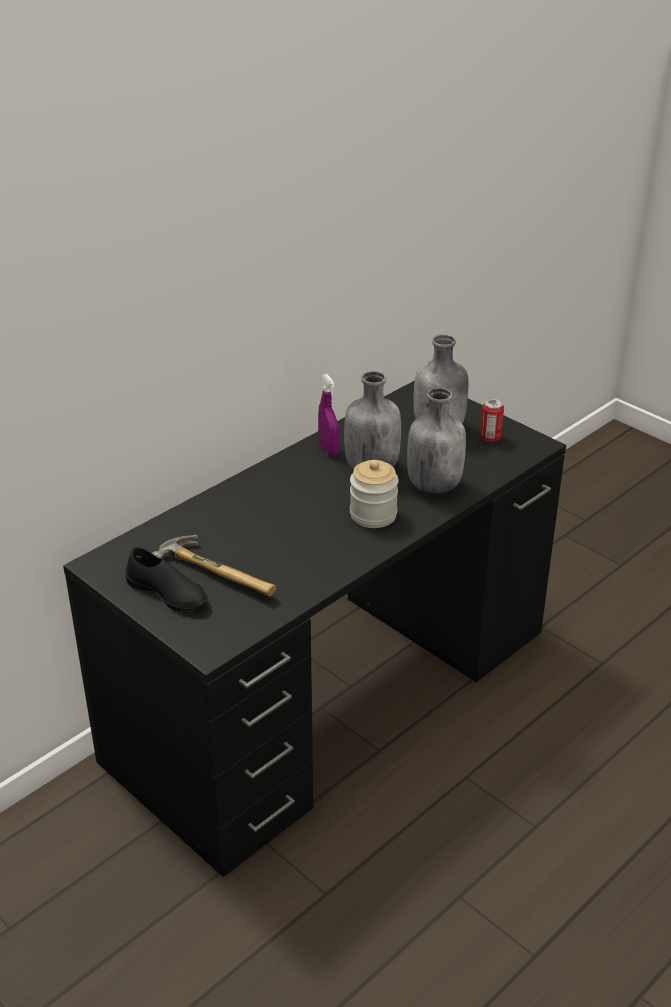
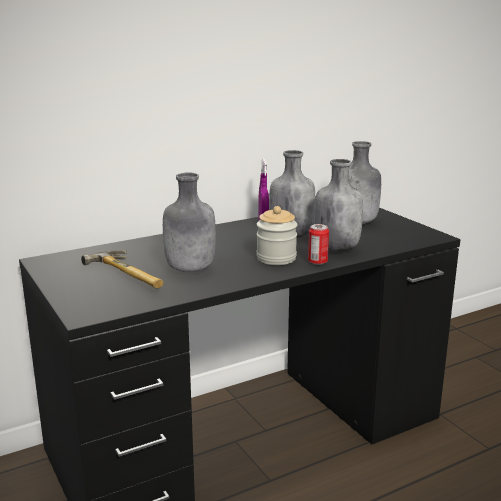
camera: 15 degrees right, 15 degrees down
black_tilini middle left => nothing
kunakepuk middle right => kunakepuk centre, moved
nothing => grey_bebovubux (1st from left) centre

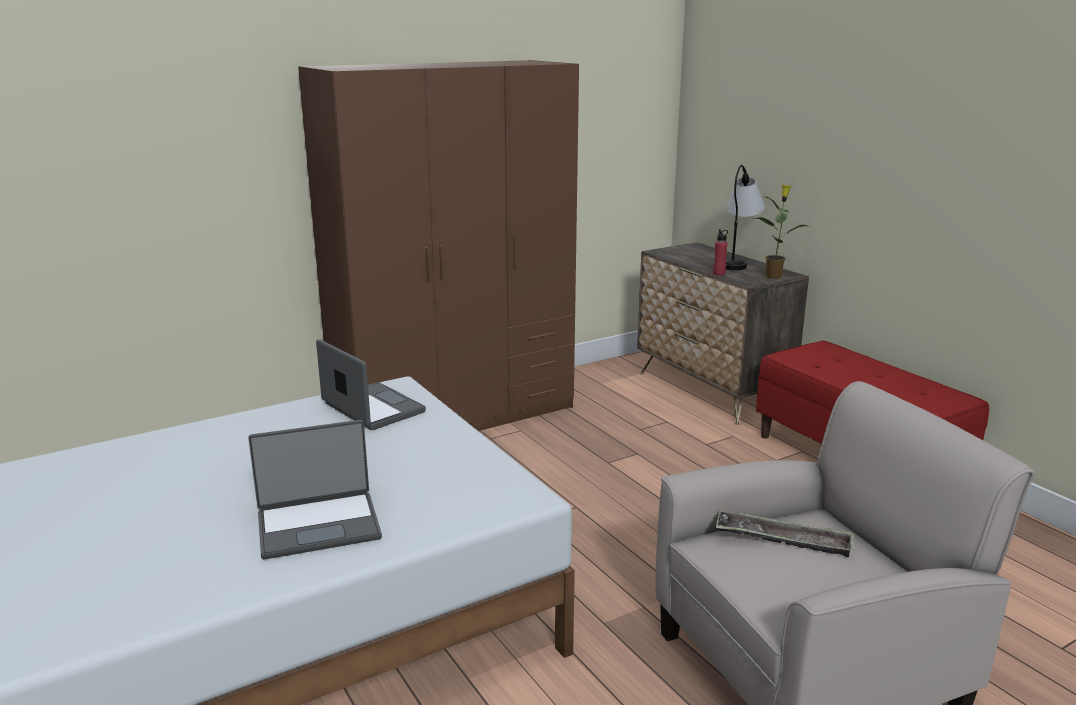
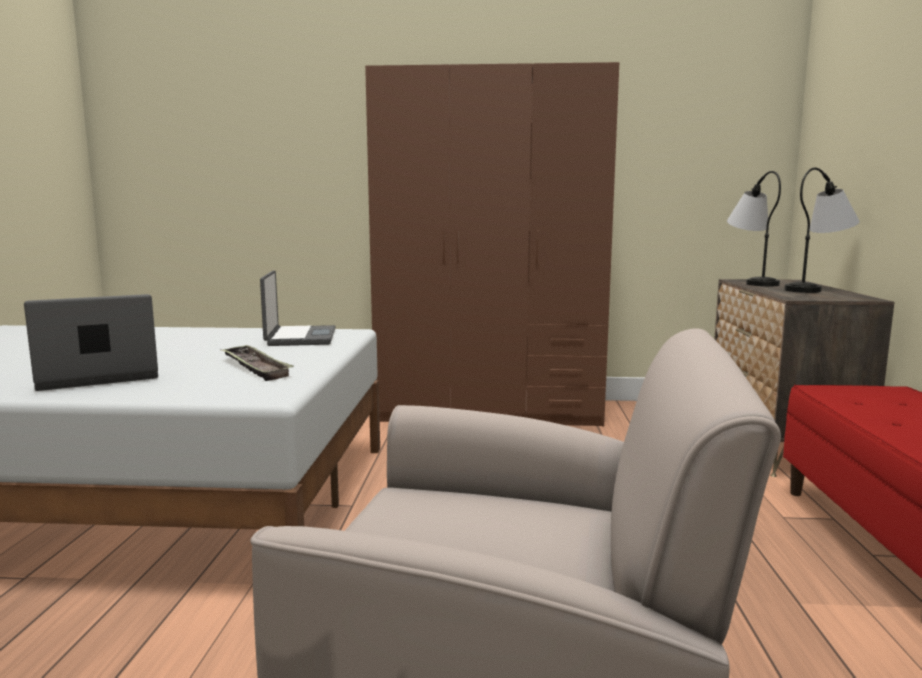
camera: 35 degrees right, 10 degrees down
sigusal (1st from left) bottom left => sigusal (1st from left) middle left, 135 degrees clockwise
red_bebovubux middle right => nothing
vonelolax bottom right => vonelolax middle left, moved
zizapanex top right => nothing
nothing => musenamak (1st from left) middle right

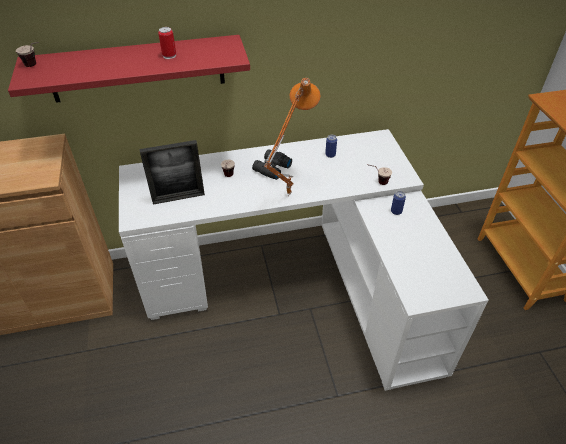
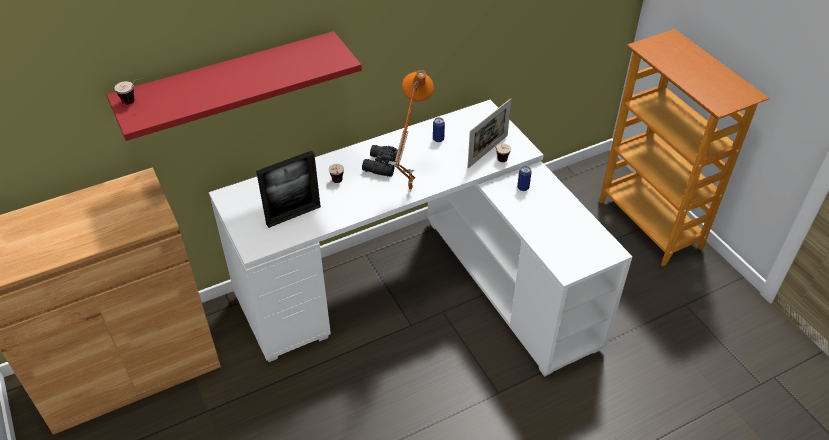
camera: 15 degrees left, 0 degrees up
kunakepuk (1st from left) top left => nothing
nothing => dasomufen (2nd from left) top centre

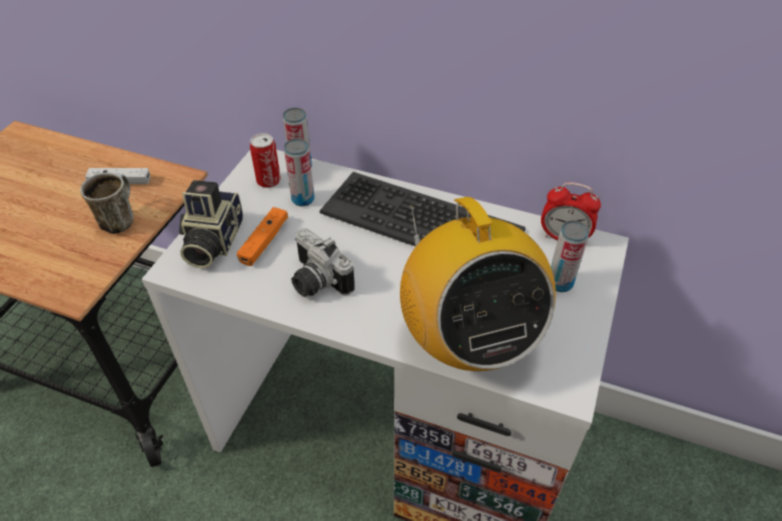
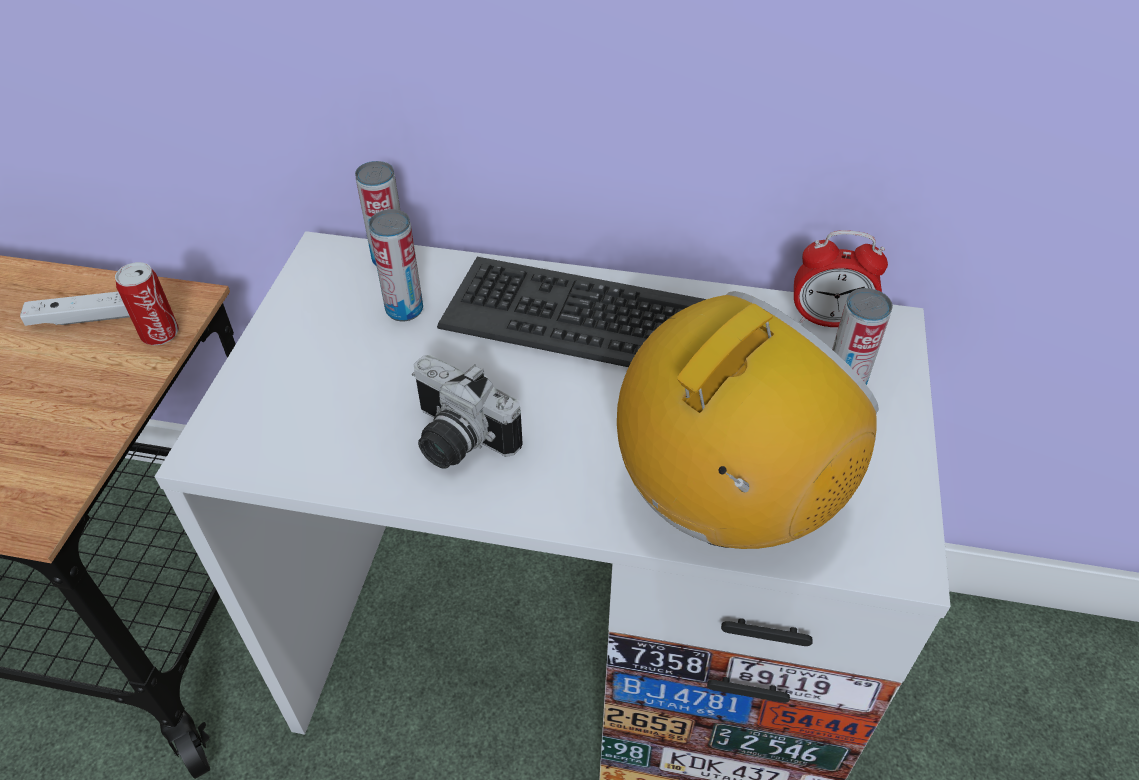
camera: 10 degrees left, 0 degrees up
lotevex middle left => nothing
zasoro (1st from left) middle left => nothing
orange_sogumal centre => nothing
kunakepuk (1st from left) top centre => kunakepuk (1st from left) middle left, moved
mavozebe centre, 105 degrees counterclockwise

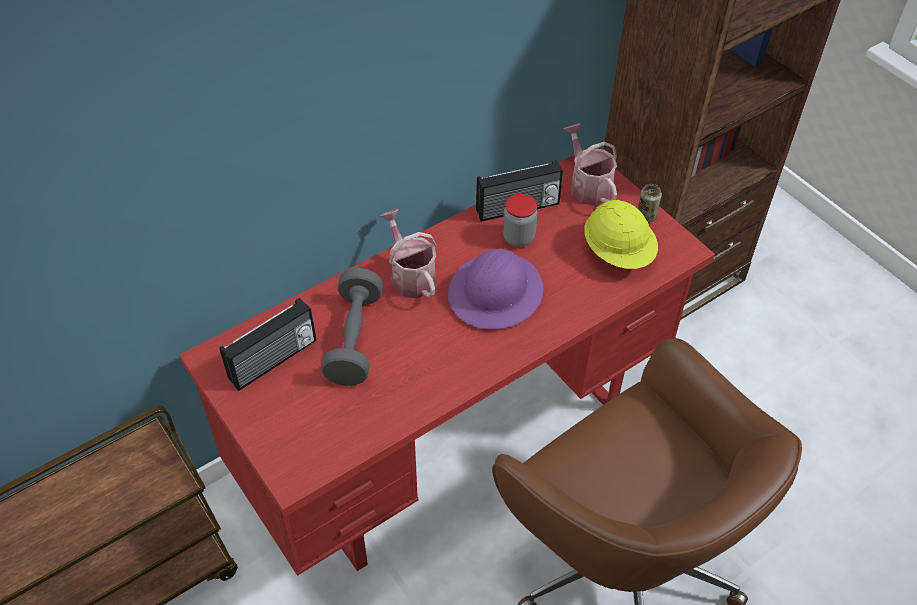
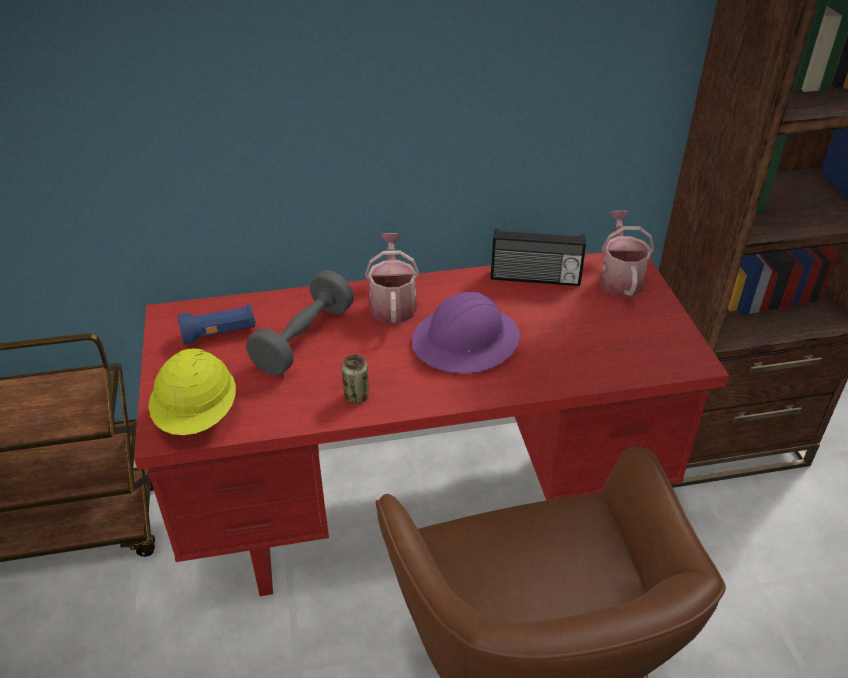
camera: 25 degrees right, 10 degrees down
mavozebe (1st from left) middle left => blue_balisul middle left
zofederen centre => nothing
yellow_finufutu middle right => yellow_finufutu middle left, moved
kunakepuk middle right => kunakepuk centre, moved

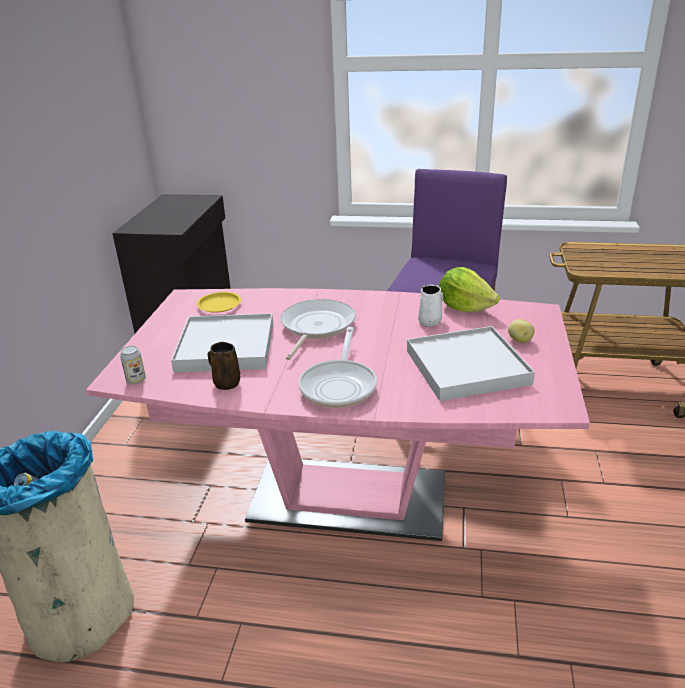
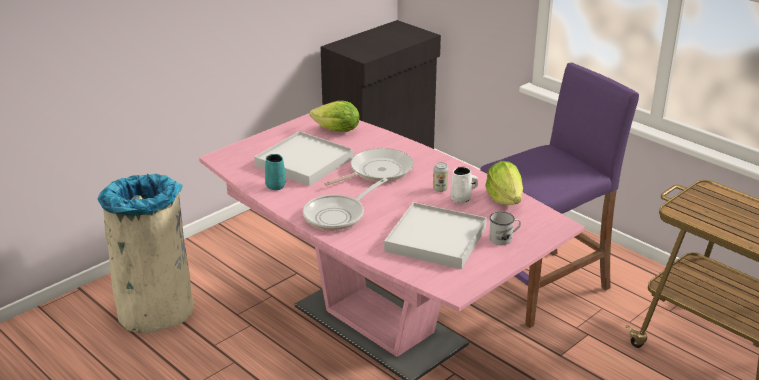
camera: 35 degrees right, 0 degrees up
kunakepuk middle left => kunakepuk centre, moved
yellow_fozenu middle left => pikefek (1st from left) top centre
brown_lotevex middle left => turquoise_lotevex centre
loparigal middle right => white_lotevex (2nd from left) centre

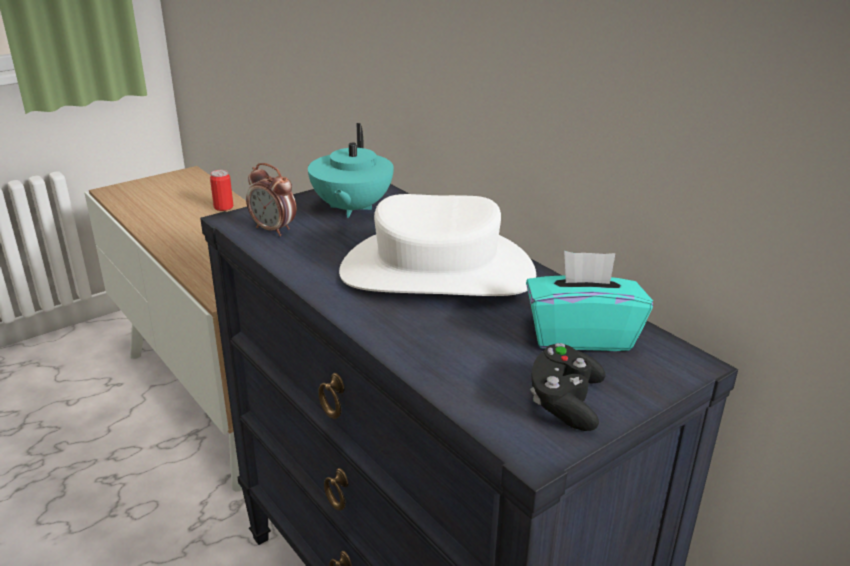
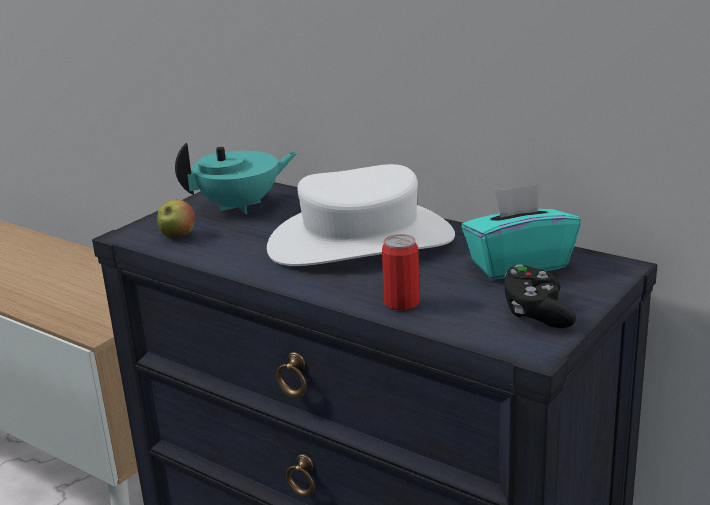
camera: 15 degrees left, 5 degrees down
kunakepuk middle left => kunakepuk centre, moved
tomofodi middle left => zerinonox middle left
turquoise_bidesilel top centre => turquoise_bidesilel middle left, 105 degrees counterclockwise

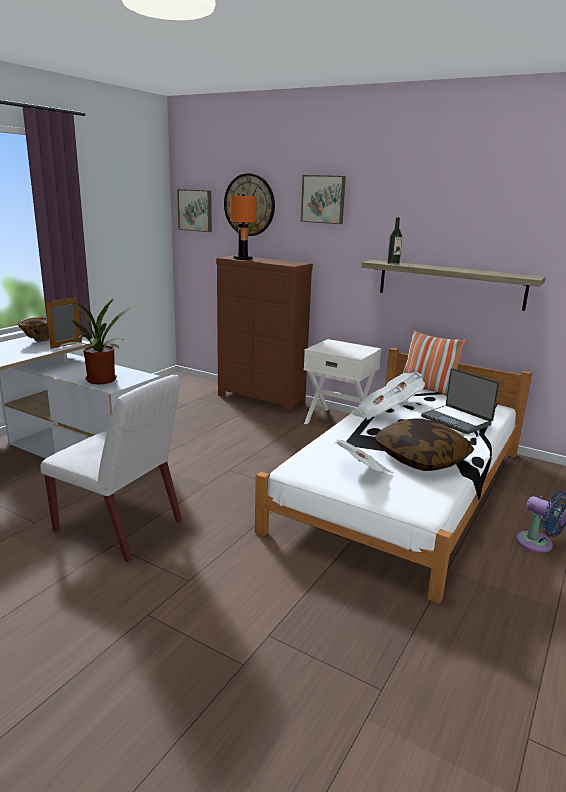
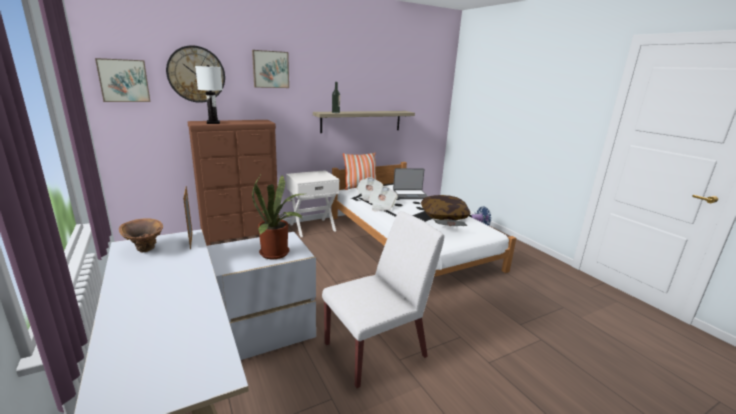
camera: 60 degrees left, 0 degrees up
orange_musenamak top centre => white_musenamak top left

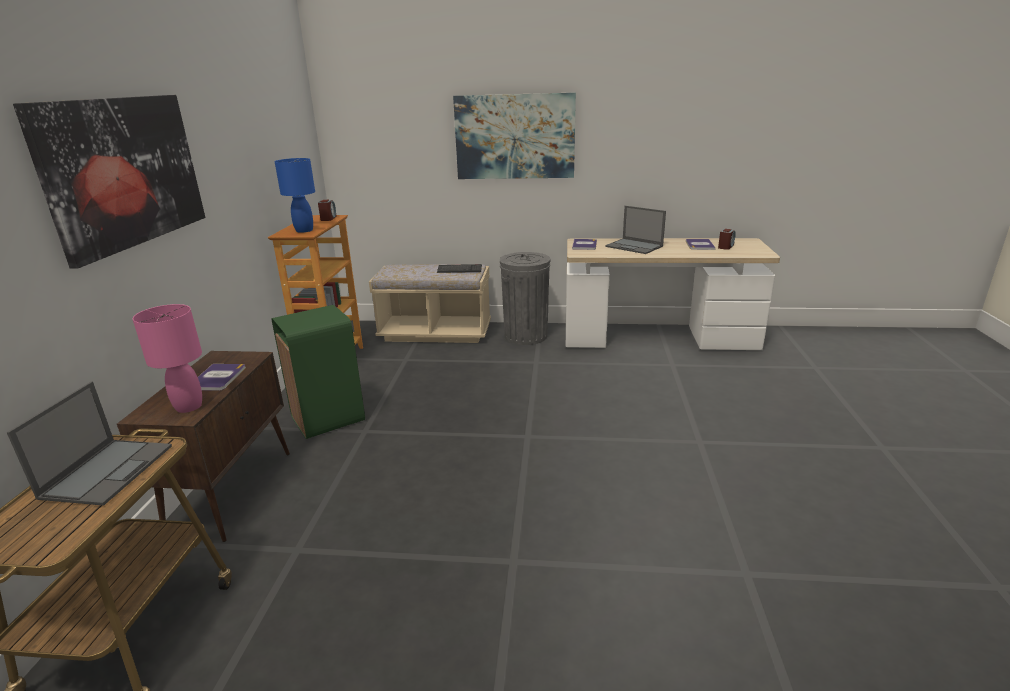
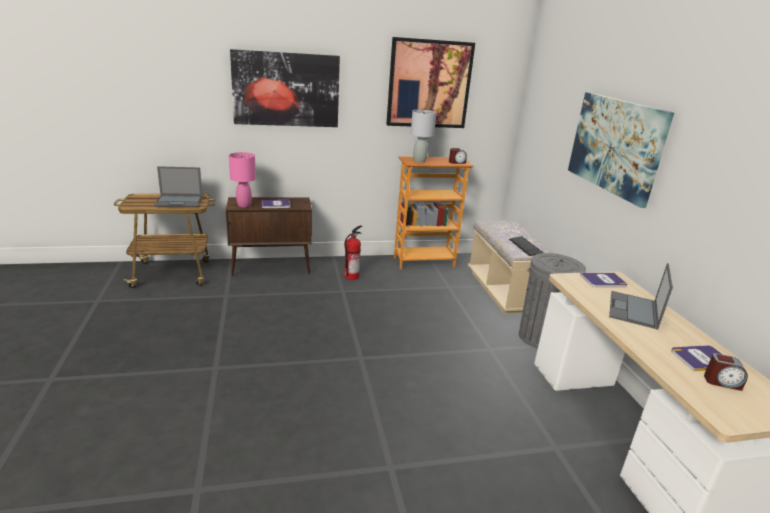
camera: 70 degrees right, 0 degrees up
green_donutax middle left => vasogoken centre
blue_musenamak top left => grey_musenamak top centre
nothing => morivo (2nd from left) top centre

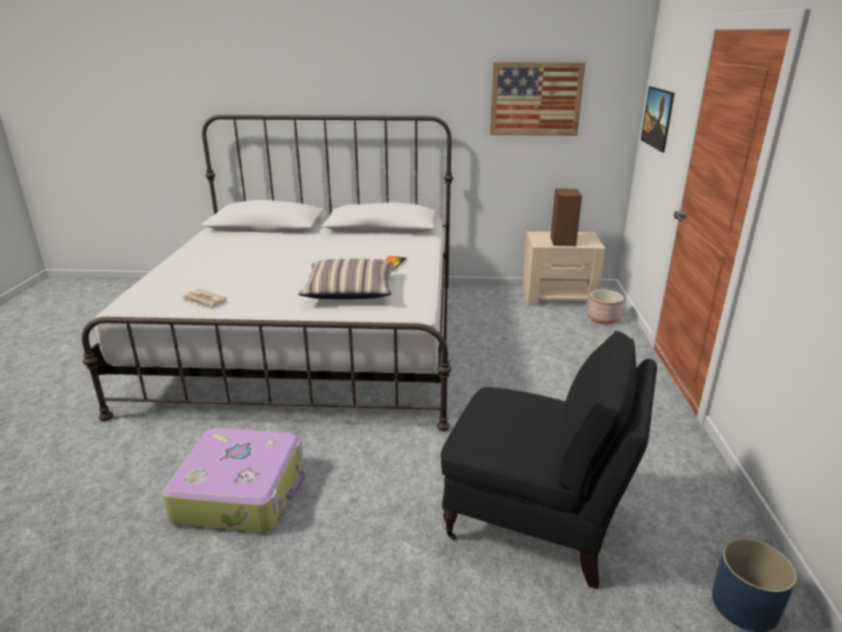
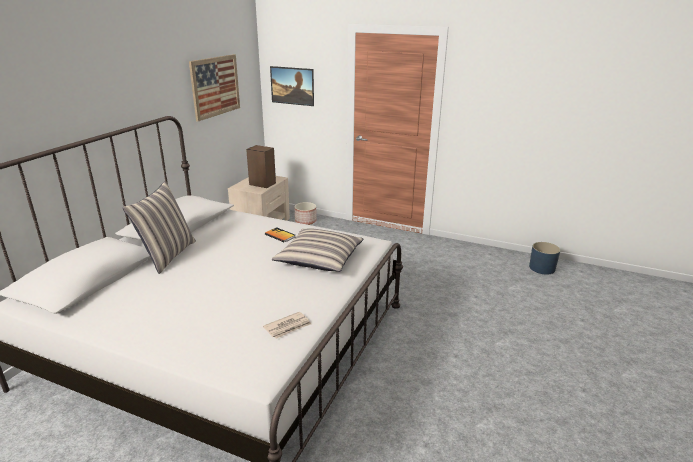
camera: 70 degrees left, 0 degrees up
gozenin bottom left => nothing
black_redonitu bottom centre => nothing
nothing => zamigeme (1st from left) middle left

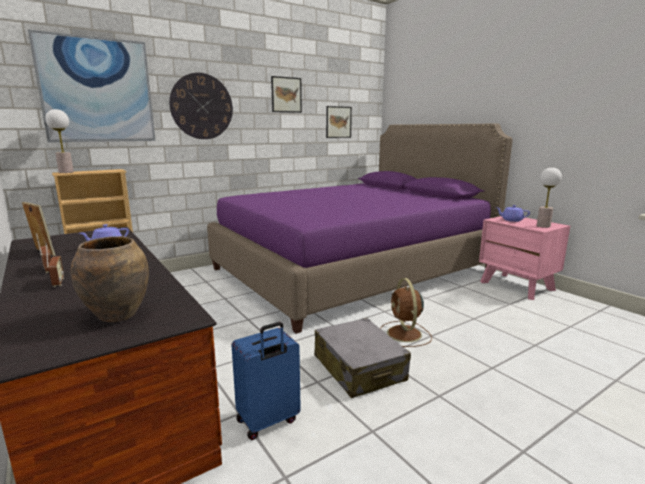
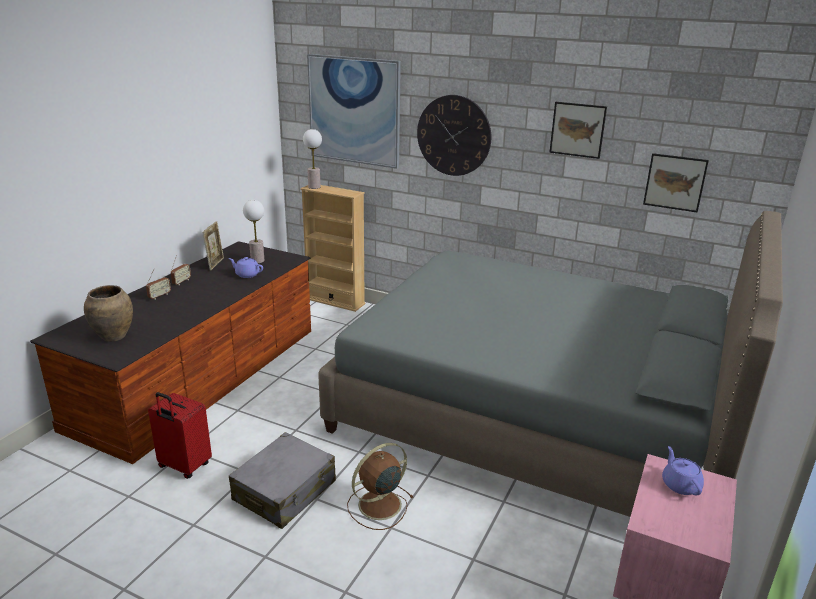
camera: 60 degrees right, 10 degrees up
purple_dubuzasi centre => grey_dubuzasi middle right
blue_gozenin bottom centre => red_gozenin bottom left
musenamak (2nd from left in the first image) middle right => musenamak (1st from left) middle left, moved

